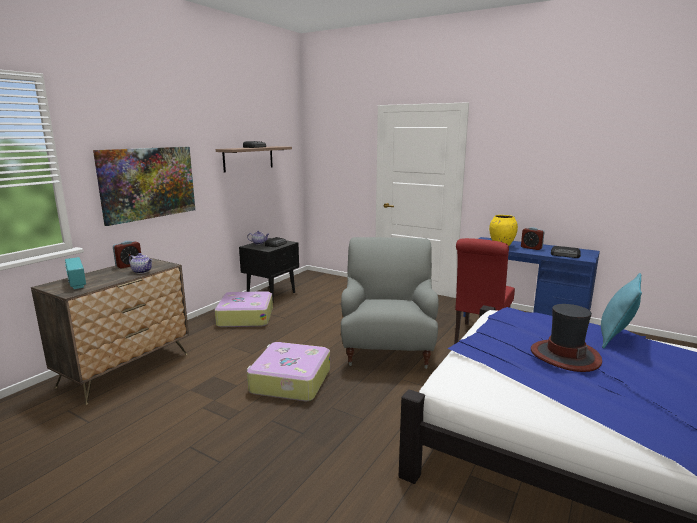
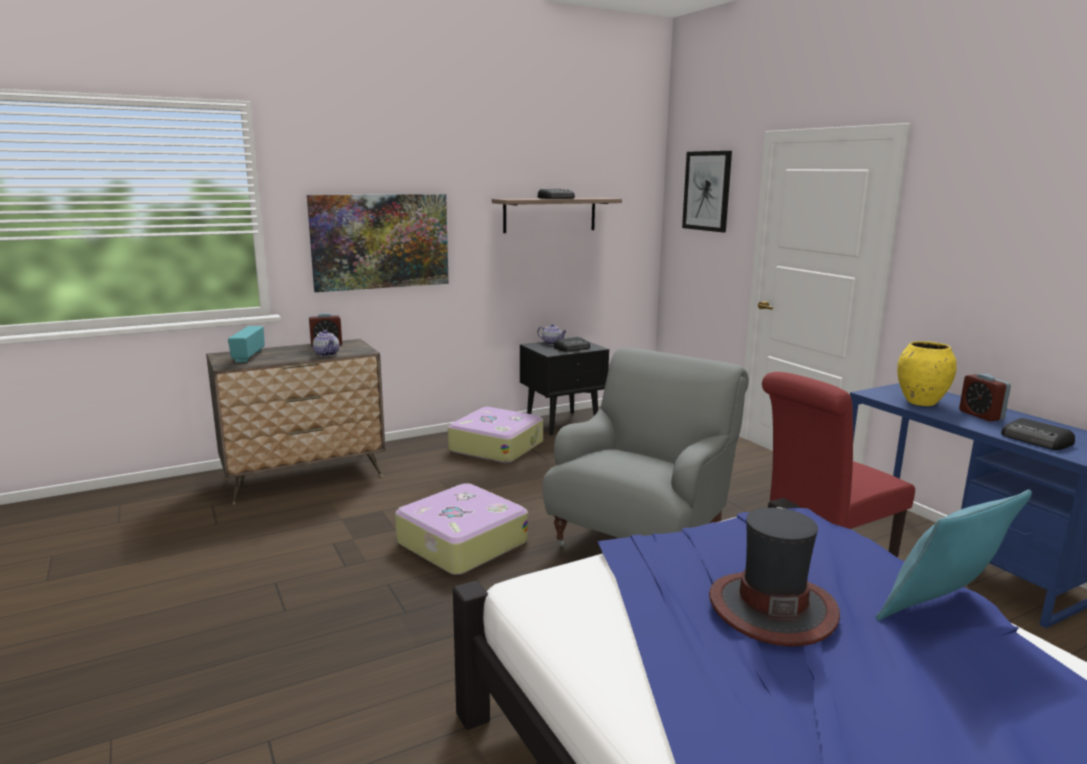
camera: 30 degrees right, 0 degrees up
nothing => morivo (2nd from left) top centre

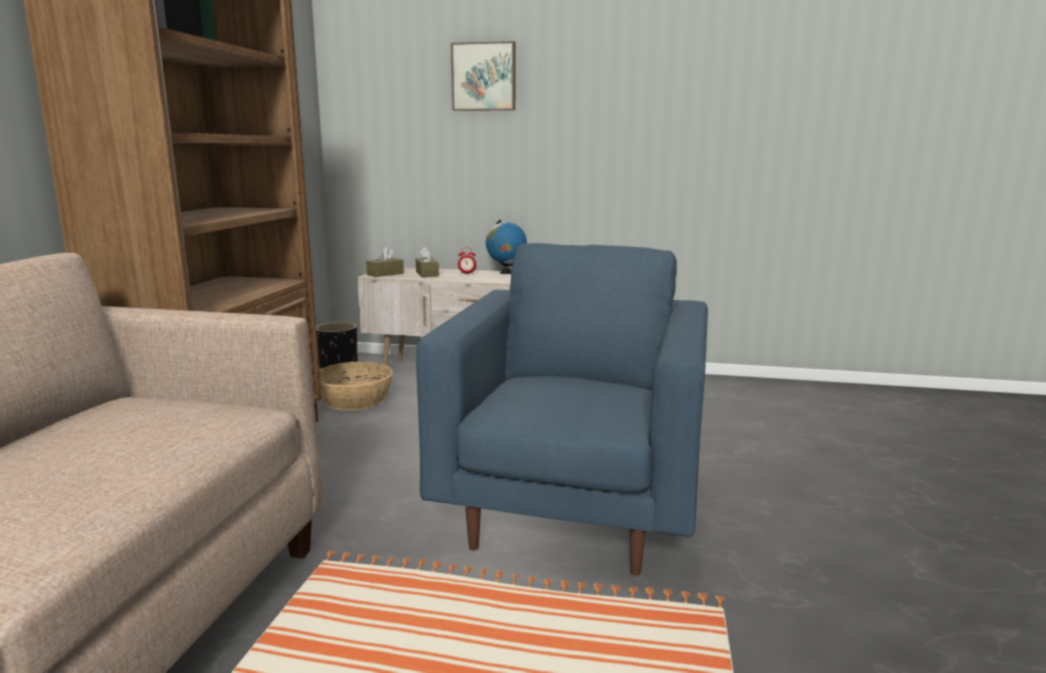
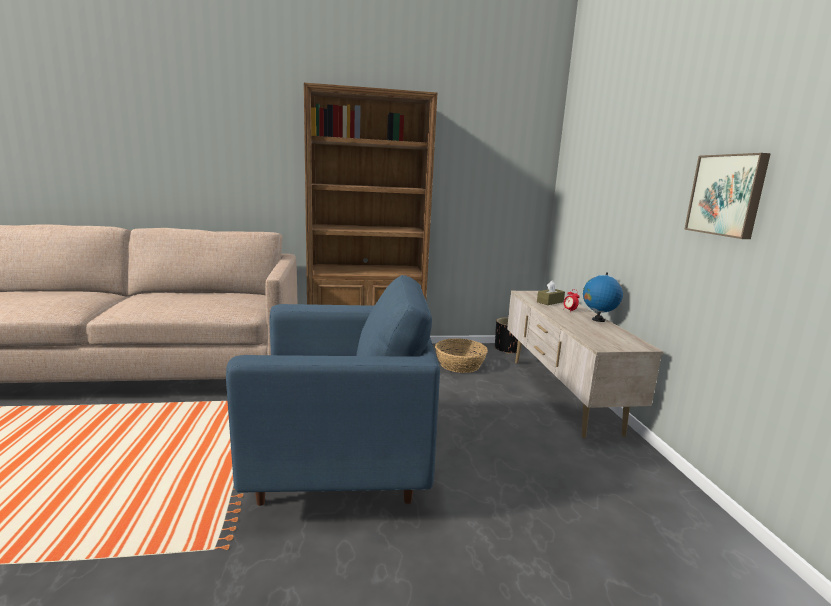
camera: 70 degrees right, 0 degrees up
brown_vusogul (1st from left) centre => nothing
morivo top centre => morivo top right, moved

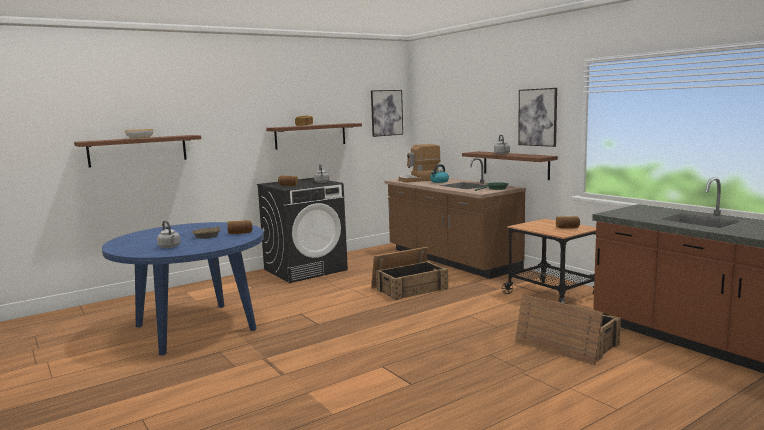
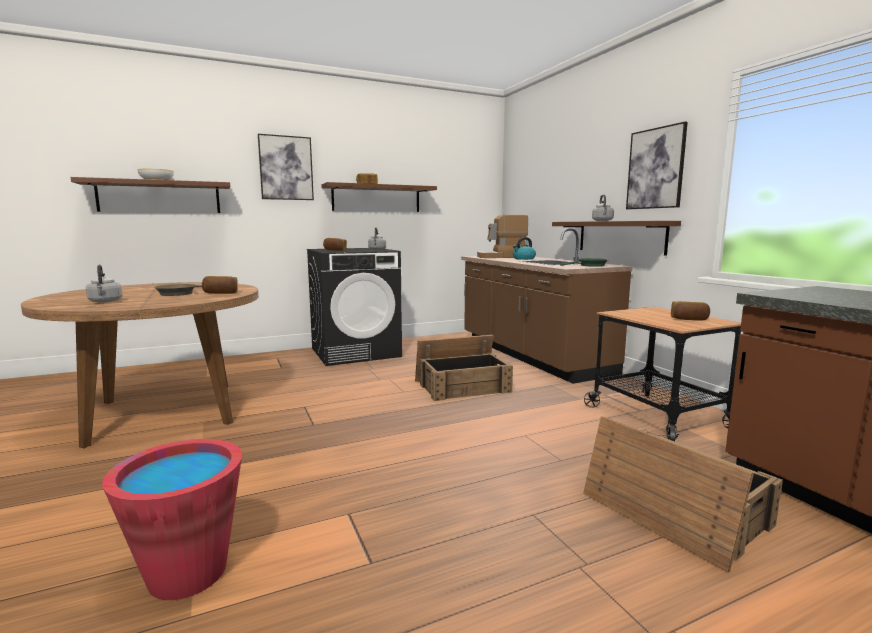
camera: 10 degrees right, 0 degrees up
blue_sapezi bottom left => brown_sapezi middle left
morivo (1st from left) top centre => morivo (1st from left) top left, moved
nothing => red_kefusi bottom left

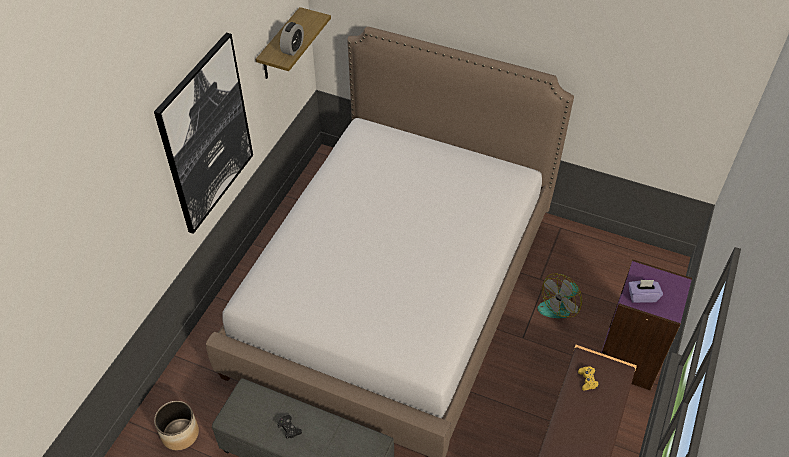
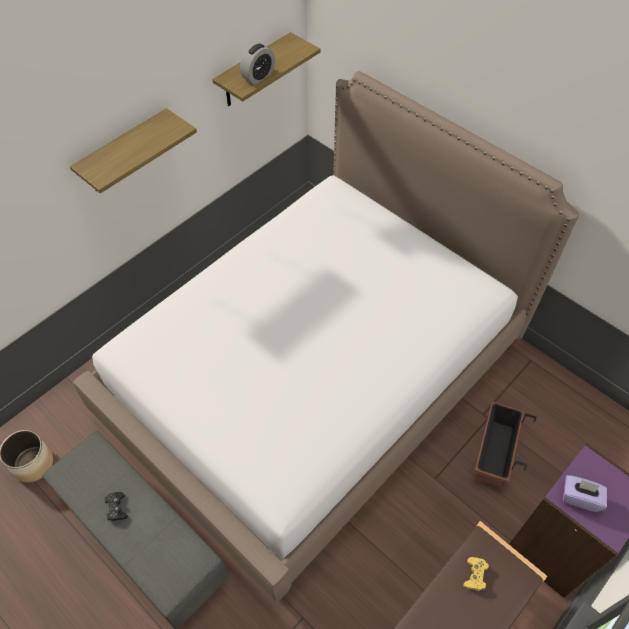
camera: 20 degrees right, 5 degrees up
morivo top left => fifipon (1st from left) top left
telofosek middle right => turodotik (2nd from left) bottom right

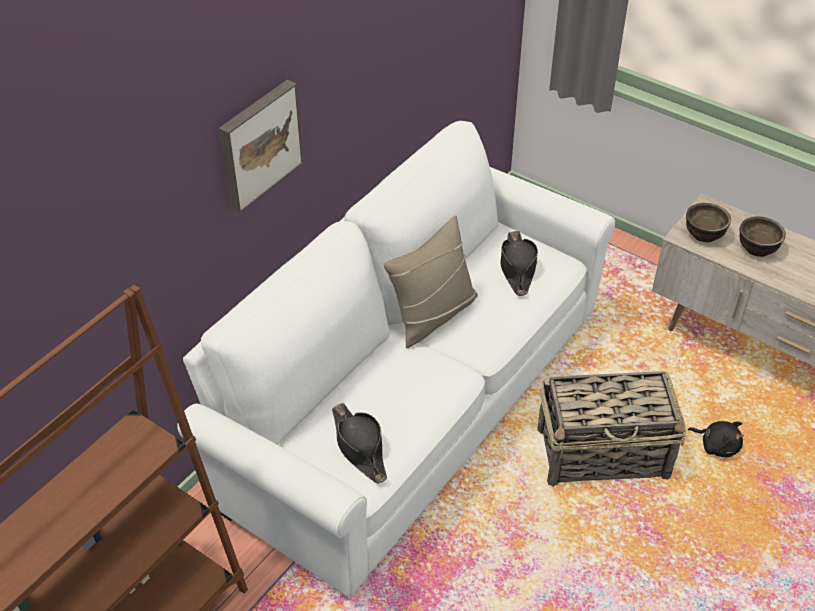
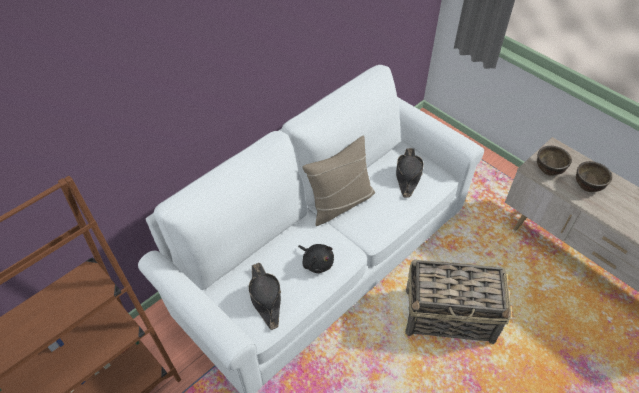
camera: 10 degrees right, 5 degrees up
morivo top left => nothing
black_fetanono bottom right => black_fetanono centre, moved

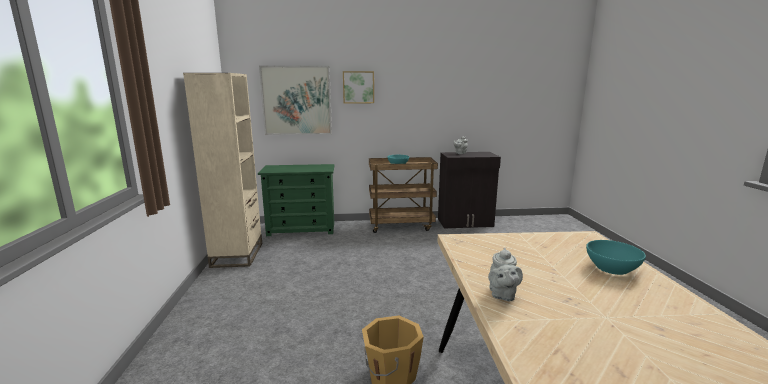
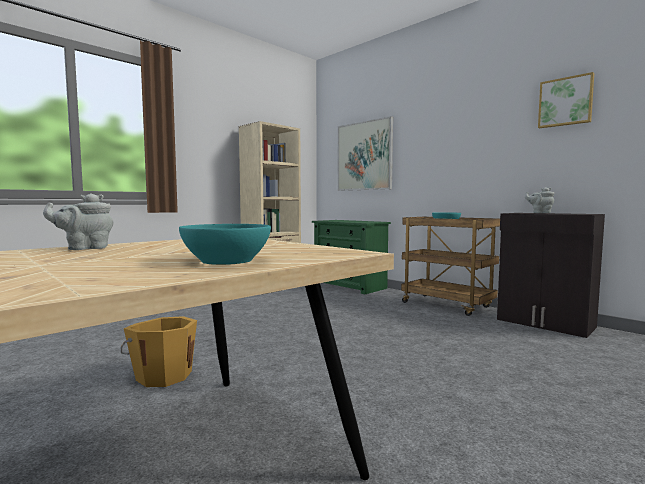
camera: 50 degrees right, 10 degrees down
morivo (2nd from left) top centre => morivo (2nd from left) top right, moved

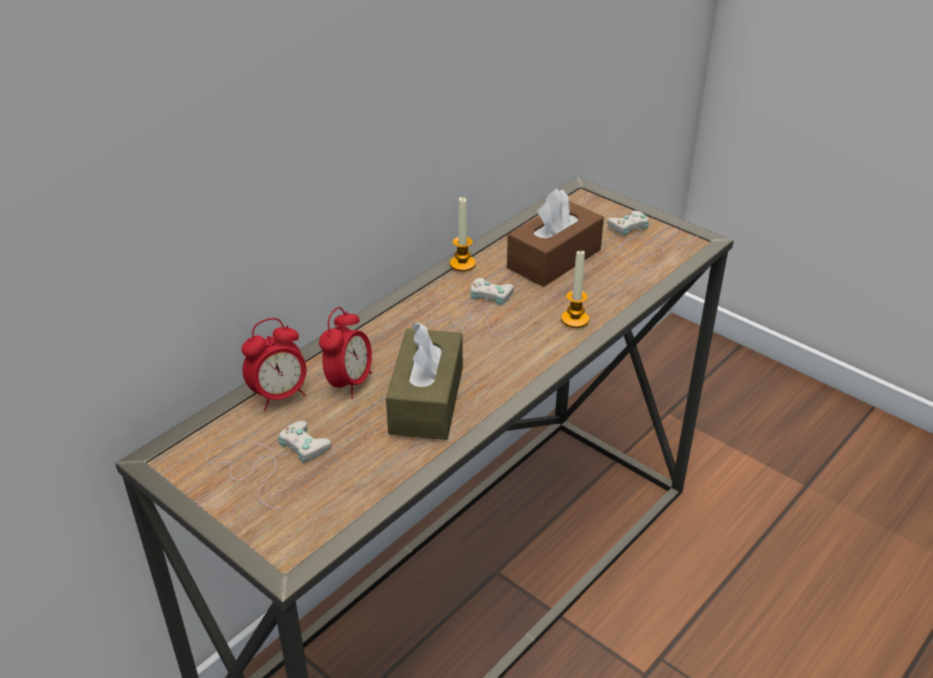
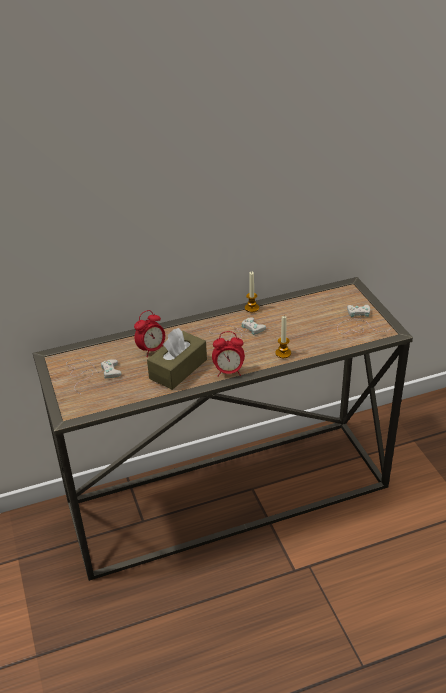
camera: 30 degrees right, 0 degrees up
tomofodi (1st from left in the first image) middle left => tomofodi (2nd from left) centre, moved
brown_vusogul (2nd from left) centre => nothing

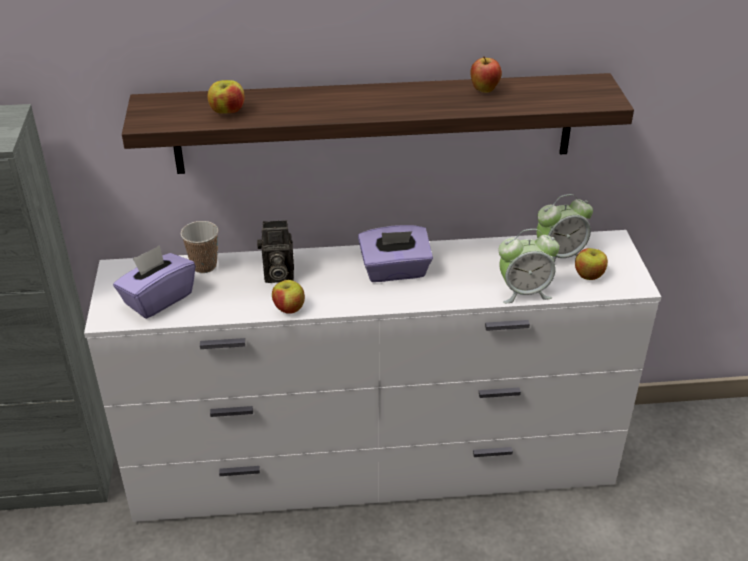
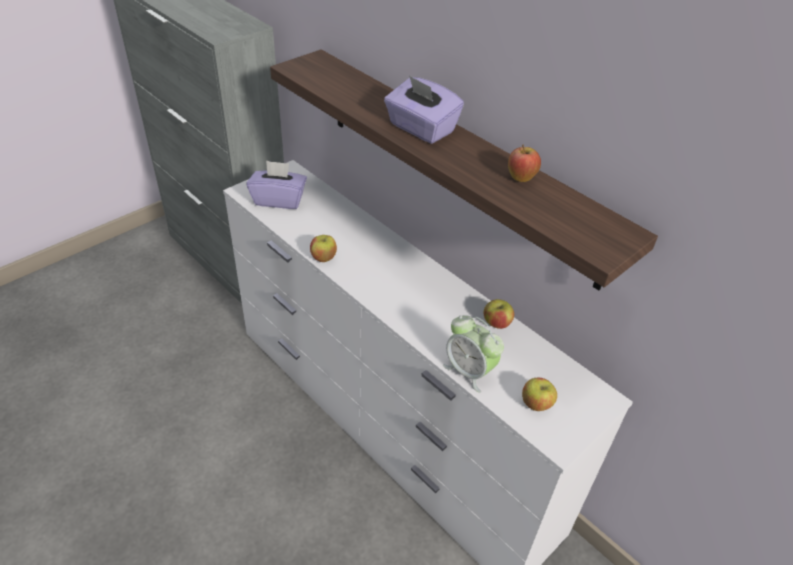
camera: 50 degrees right, 5 degrees up
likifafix middle left => nothing
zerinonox (1st from left in the first image) top left => zerinonox (2nd from left) centre, moved
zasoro centre => nothing
purple_vusogul (2nd from left) centre => purple_vusogul (2nd from left) top centre, moved
tomofodi (2nd from left) middle right => nothing

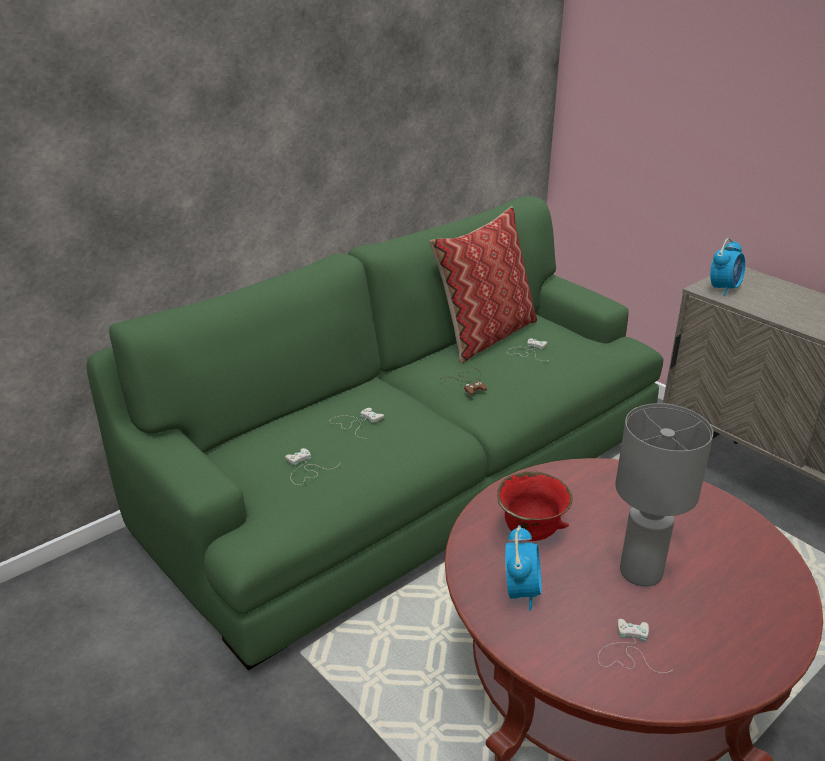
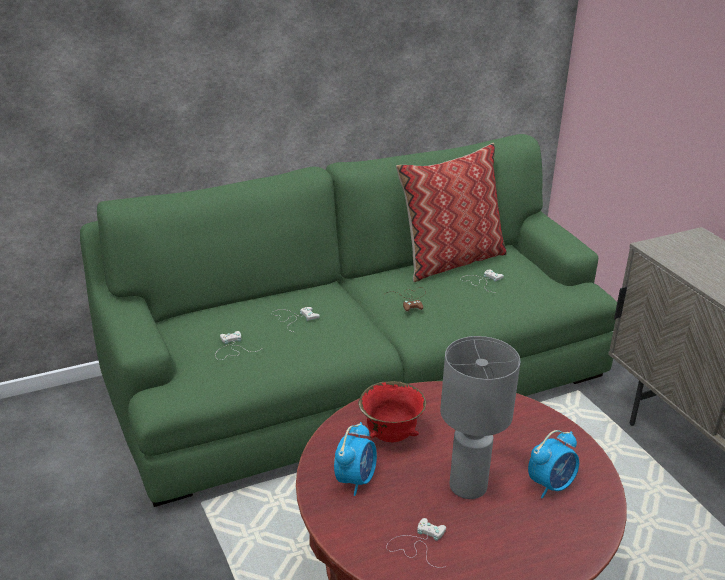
camera: 15 degrees right, 0 degrees up
tomofodi (2nd from left) middle right => tomofodi (2nd from left) bottom right, moved

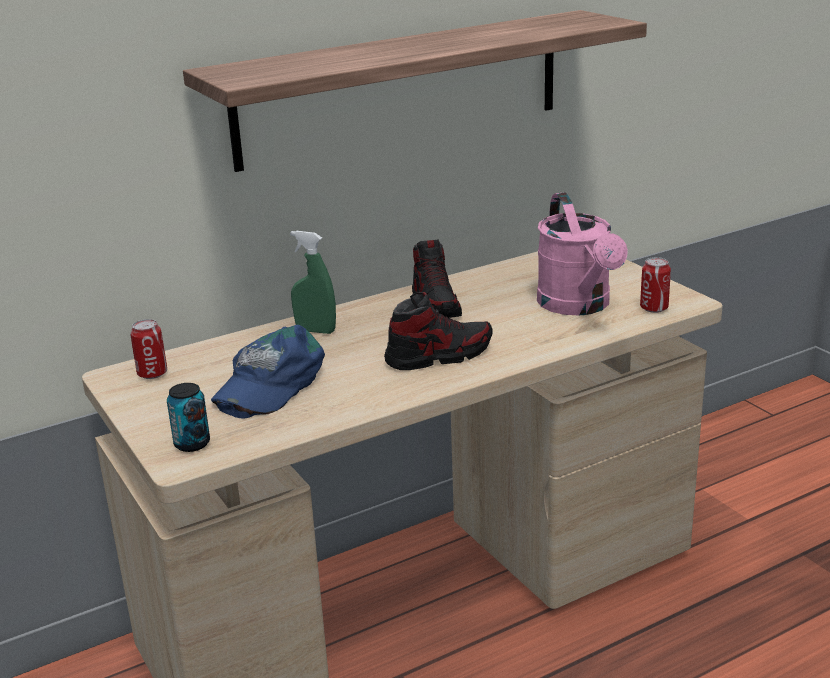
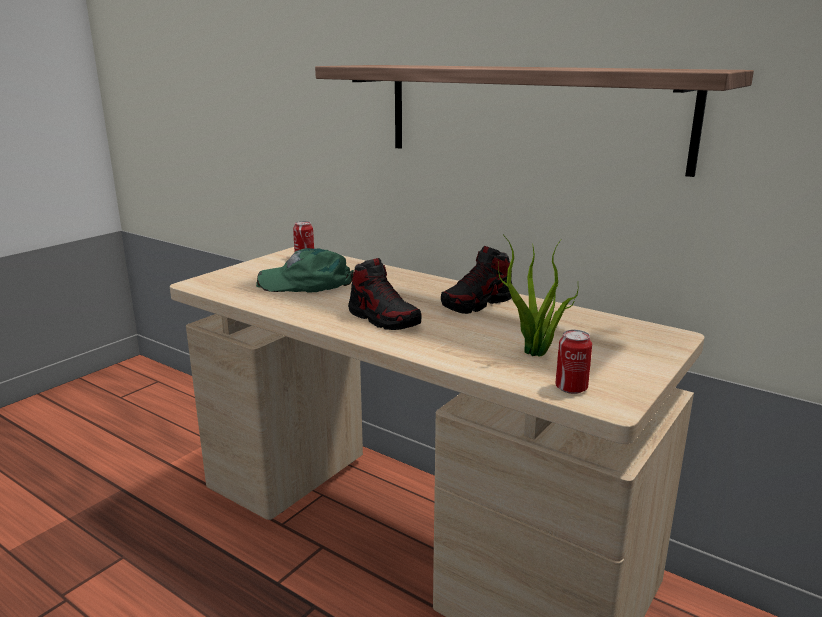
camera: 65 degrees right, 5 degrees down
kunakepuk (2nd from left) middle left => nothing
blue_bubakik middle left => green_bubakik centre
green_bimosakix centre => nothing
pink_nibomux middle right => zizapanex centre

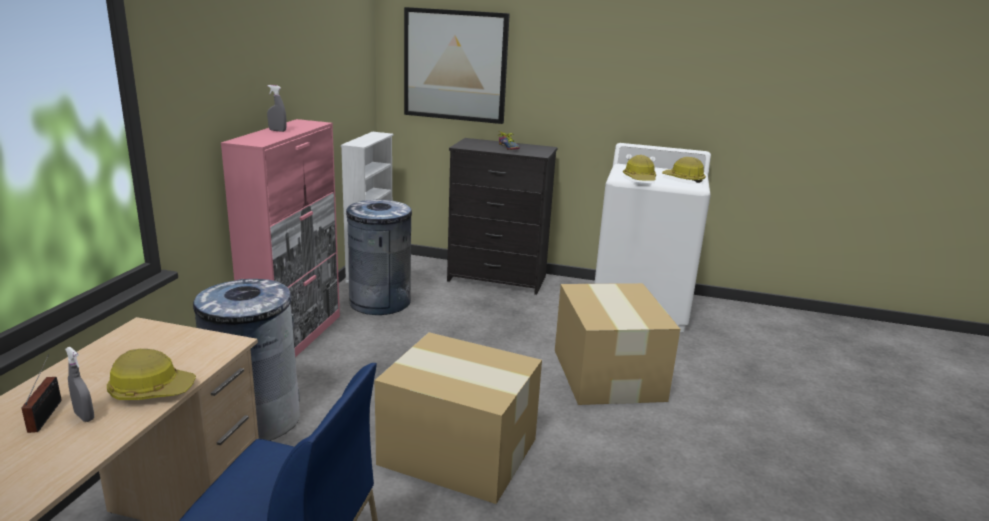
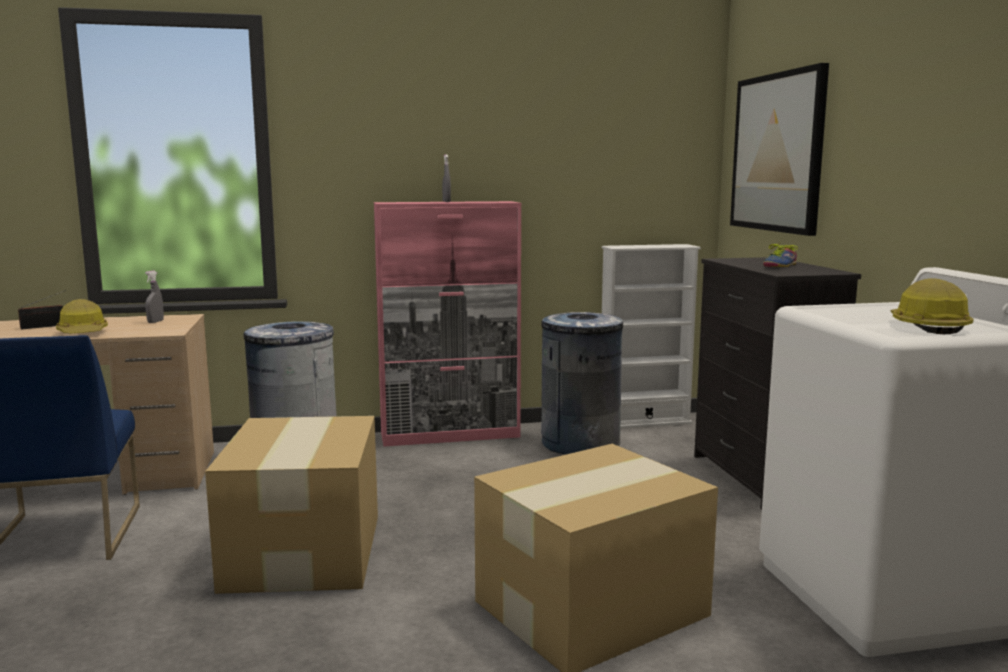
camera: 65 degrees right, 10 degrees down
grey_bimosakix (1st from left) bottom left => grey_bimosakix (1st from left) middle left, moved
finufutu (2nd from left) top centre => nothing

